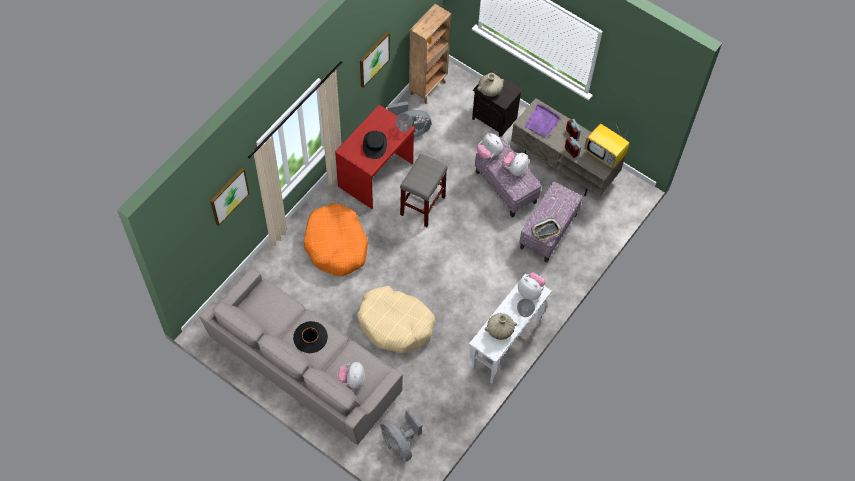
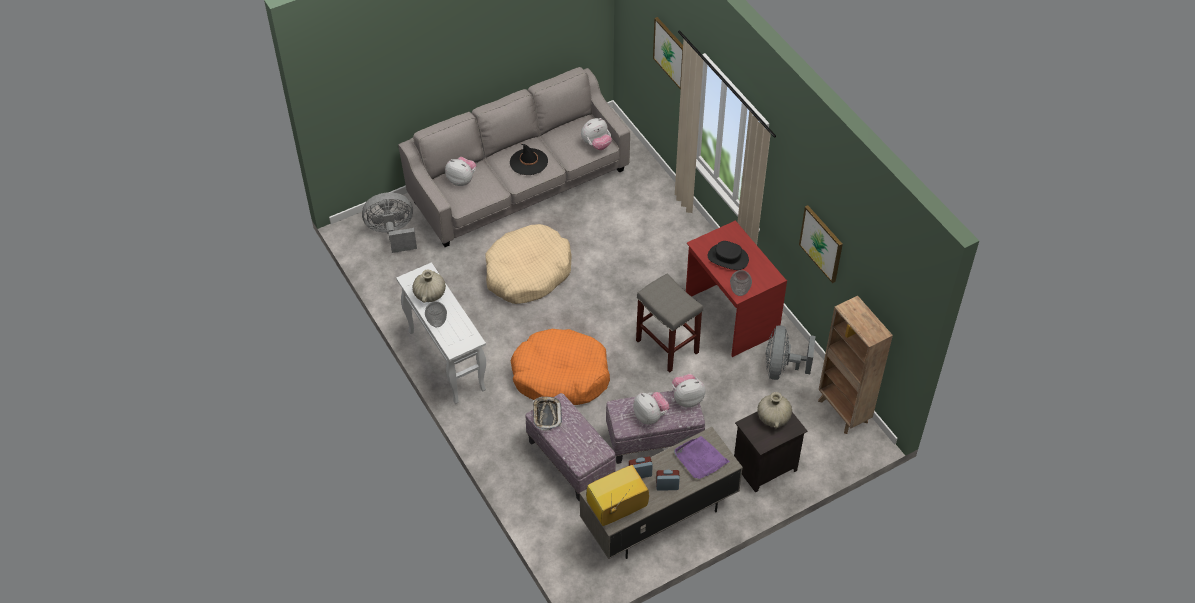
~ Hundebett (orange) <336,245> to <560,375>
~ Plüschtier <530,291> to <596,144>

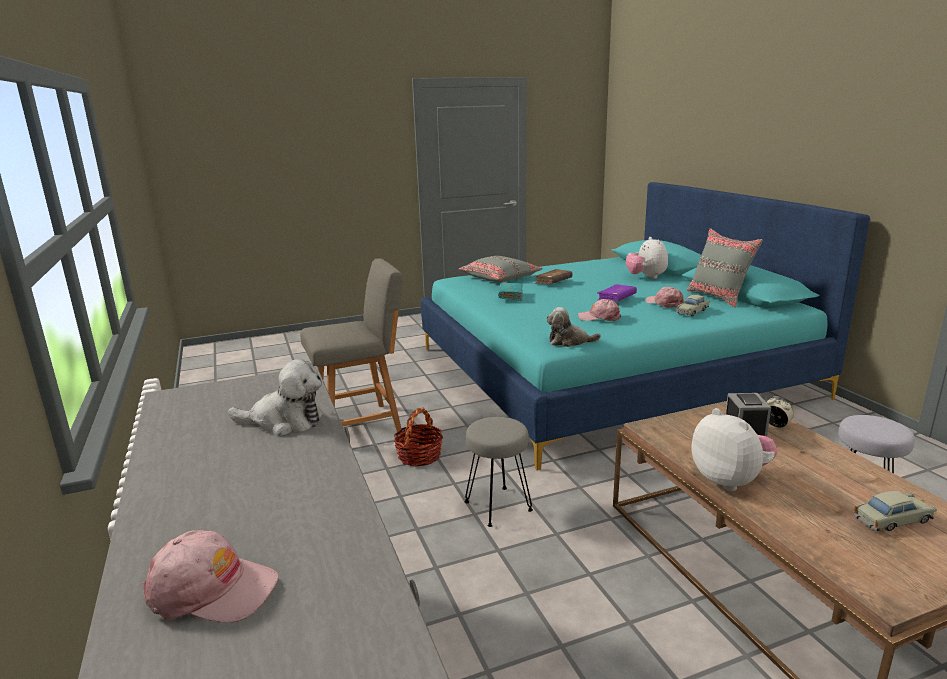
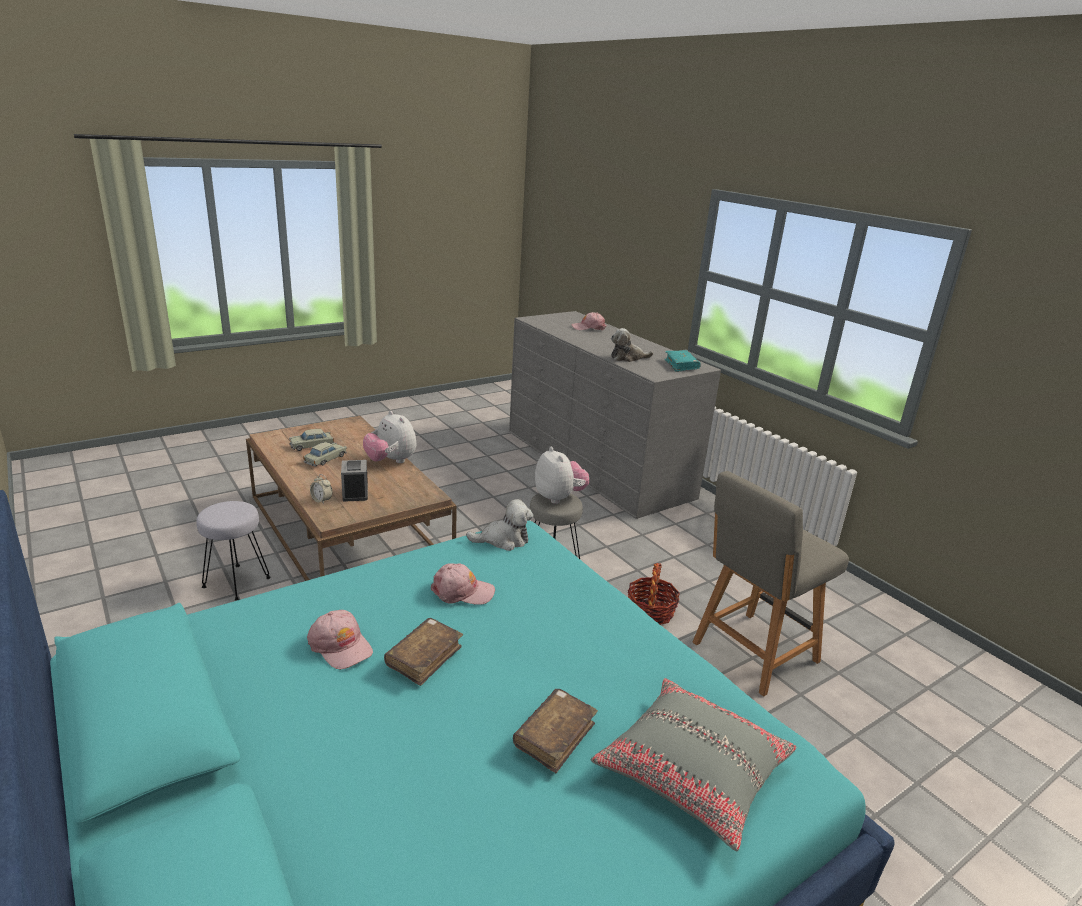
~ Spielzeugauto (beige) <692,311> to <325,459>
~ Buch (lila) <616,299> to Buch (braun) <424,657>
~ Plüschtier <646,277> to <559,498>
~ Buch (türkis) <510,296> to <681,366>
- Kissen (grau) <718,297>

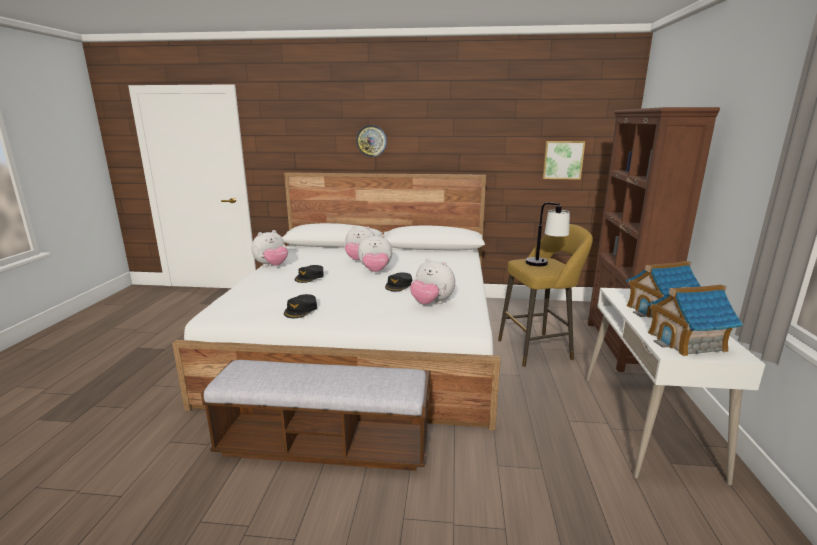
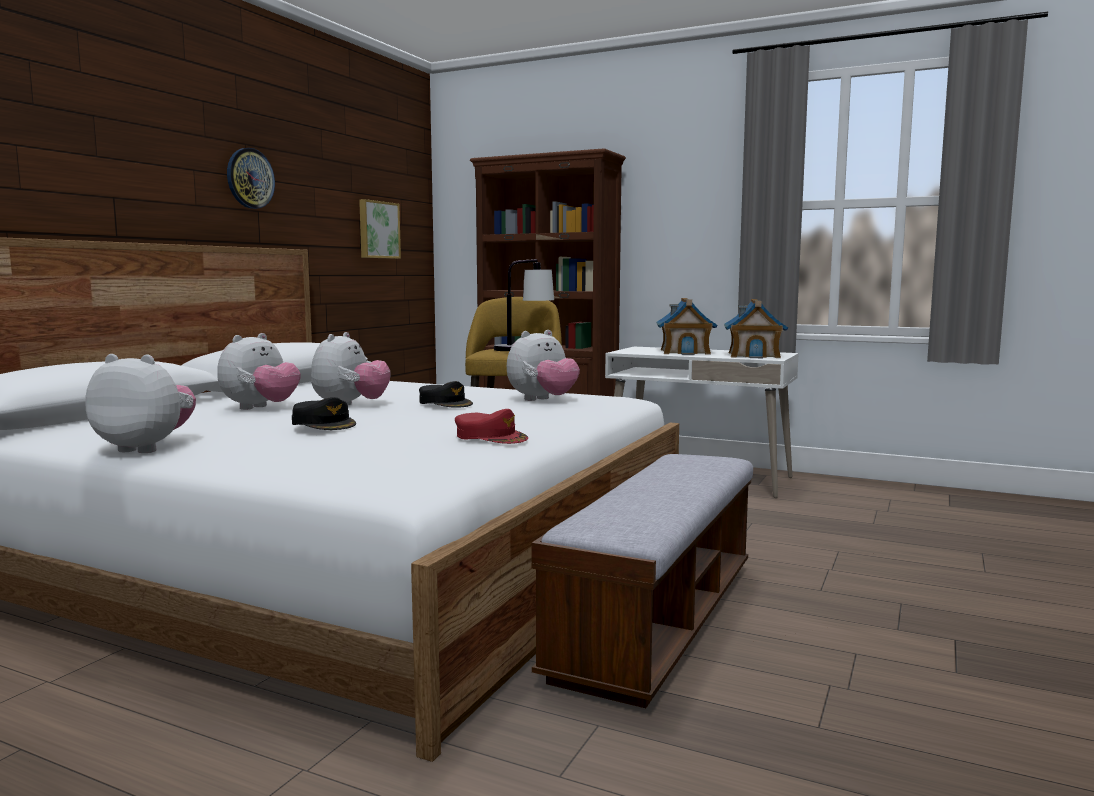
~ Plüschtier <272,266> = <146,448> 60 degrees counterclockwise
~ Wanduhr <371,141> to <250,178>
~ Kappe (schwarz) <301,310> to Kappe (rot) <491,437>

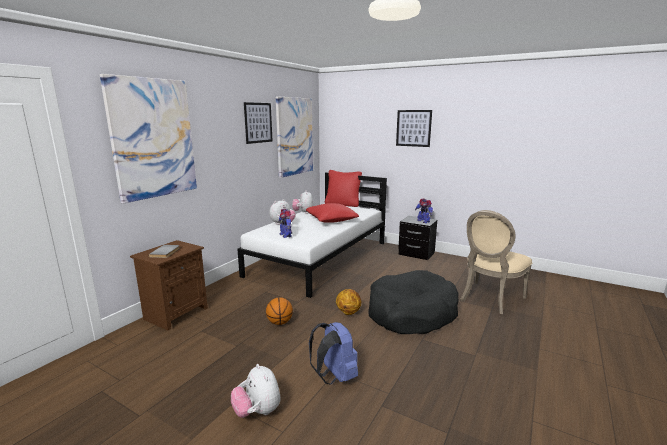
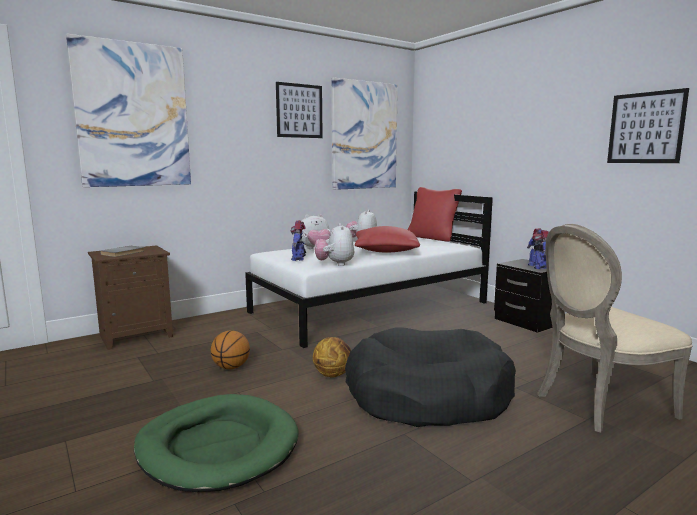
~ Rucksack (blau) <334,377> to Hundebett (grün) <218,446>
~ Plüschtier <257,412> to <335,264>
~ Bild <413,128> to <645,128>

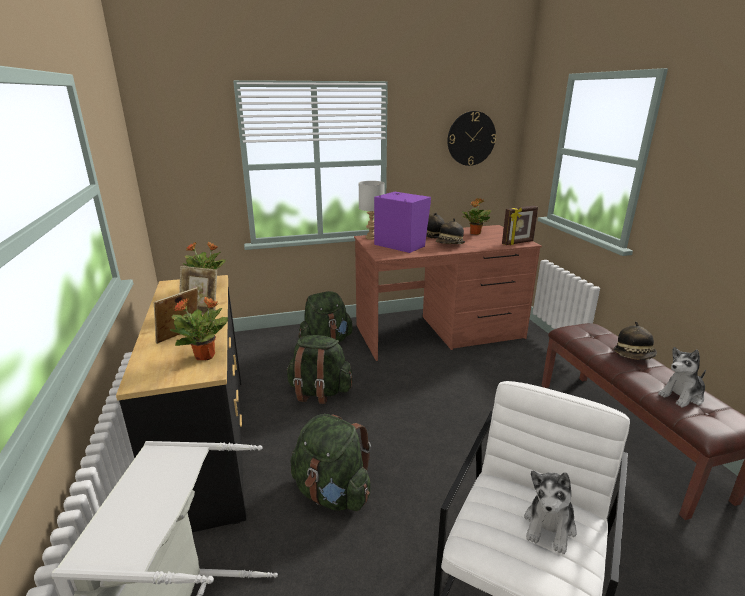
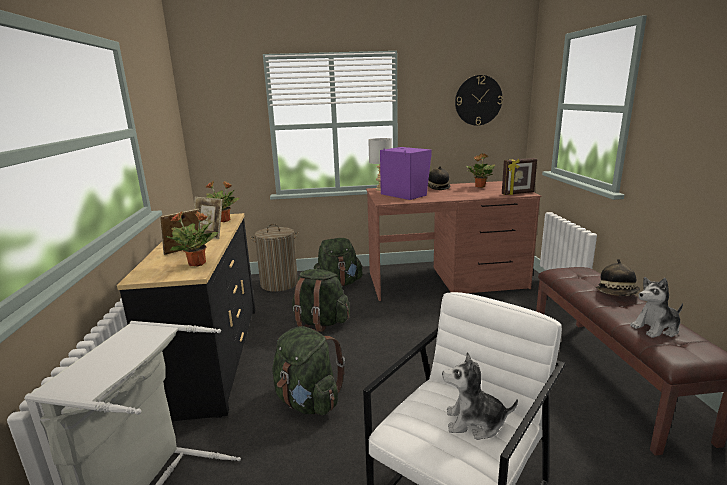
+ Wäschekorb <279,284>
~ Plüschtier <549,526> = <474,423> 60 degrees clockwise
- Hut <450,245>

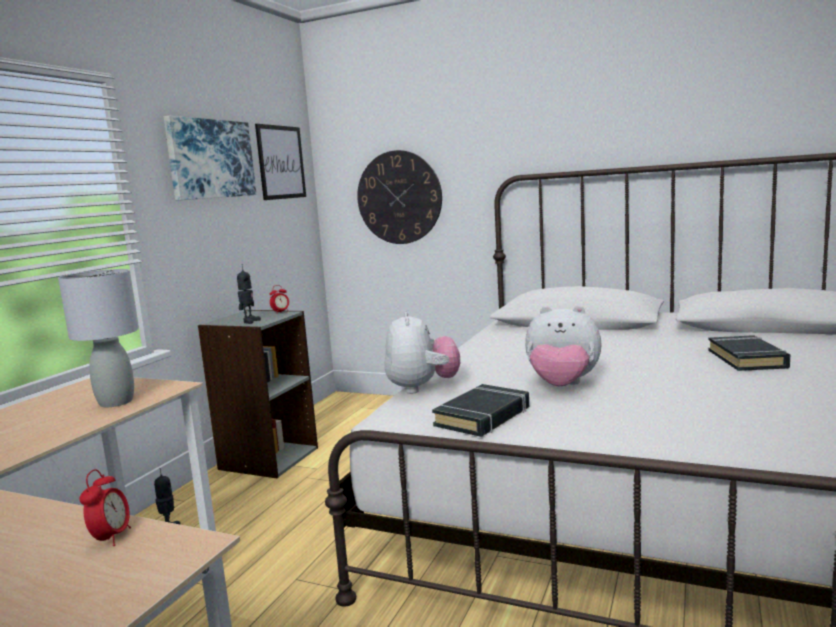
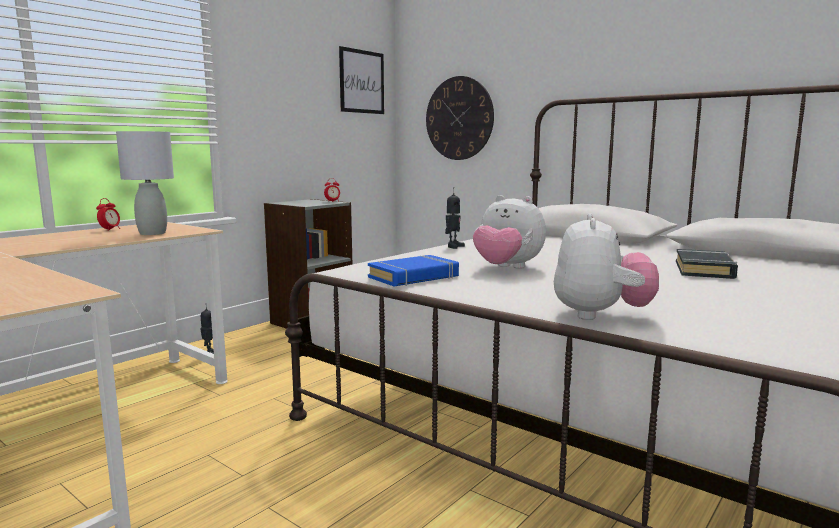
~ Wecker <111,538> to <110,230>
~ Buch (schwarz) <483,417> to Buch (blau) <414,277>
~ Spielzeugroboter <249,321> to <453,246>
~ Plüschtier <422,388> to <600,315>
- Bild <210,159>

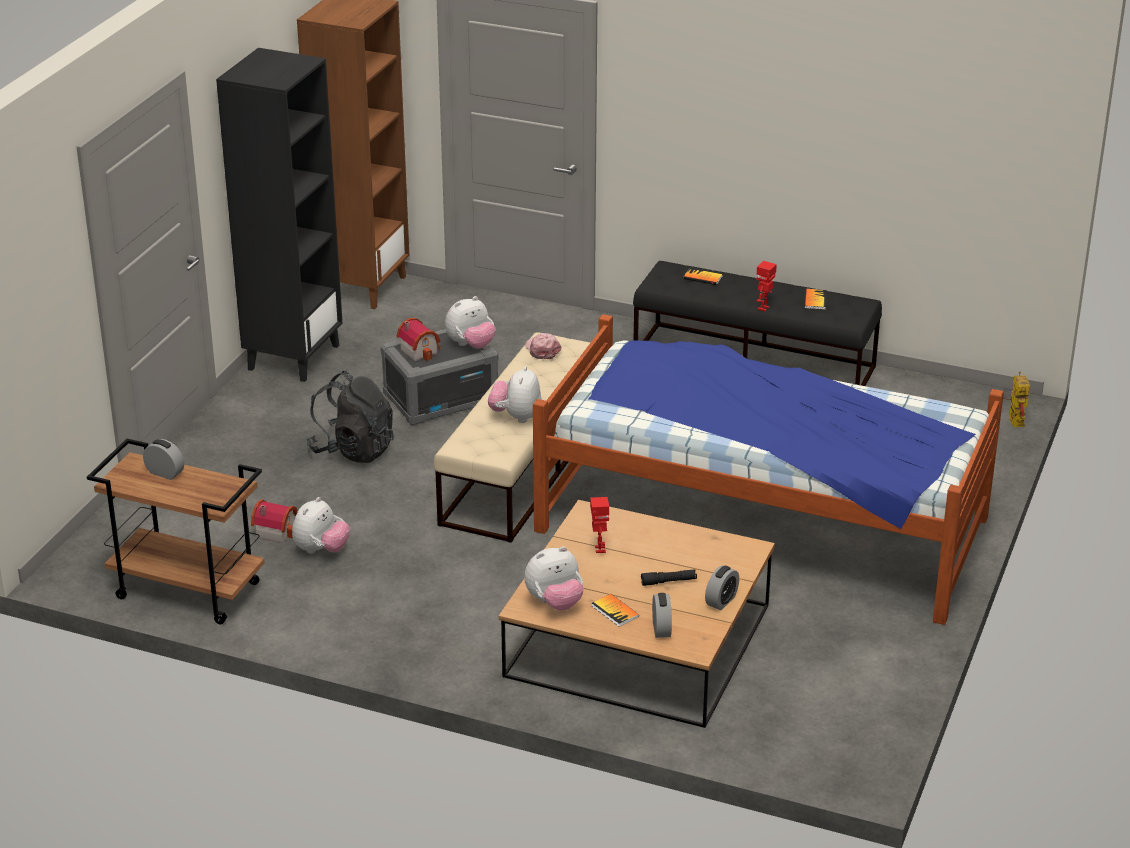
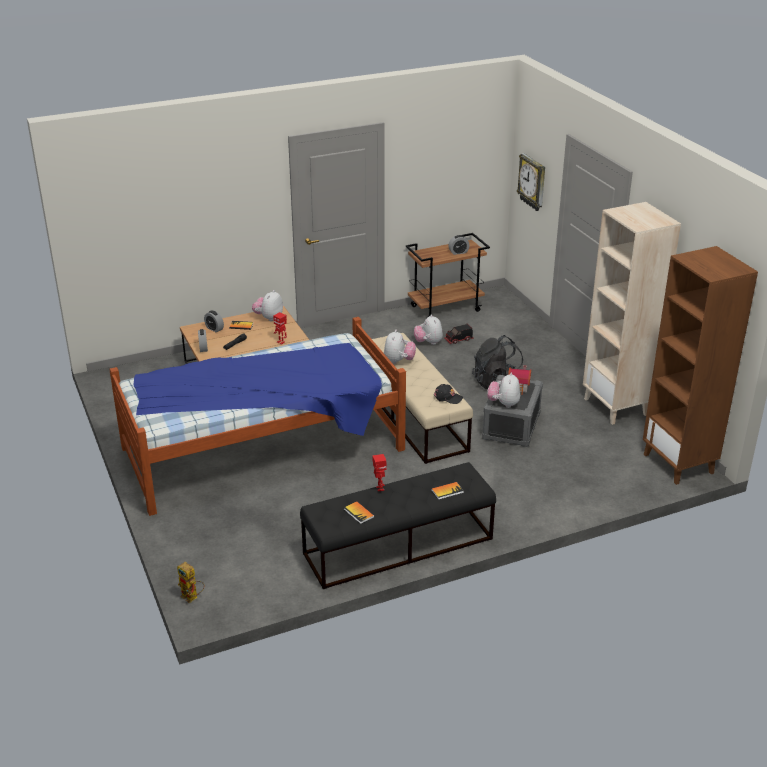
~ Plüschtier <516,417> = <399,361> 45 degrees clockwise
~ Kappe (rosa) <542,350> to Kappe (schwarz) <447,397>
~ Spielzeughaus <276,531> to Spielzeuglaster <458,340>
+ Wanduhr <532,182>
~ Bücherregal (schwarz) <293,357> to Bücherregal (beige) <616,407>

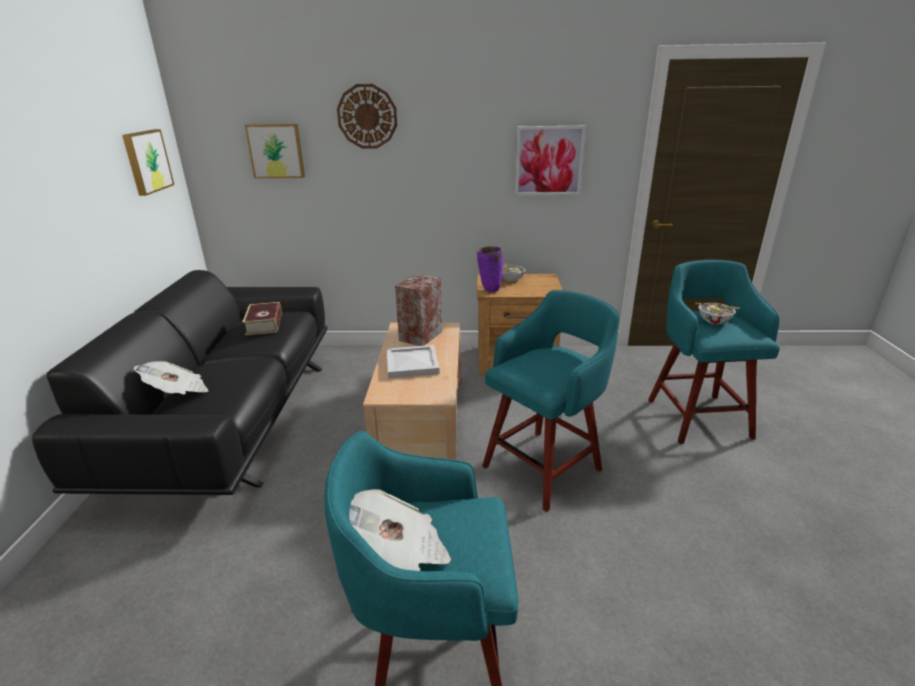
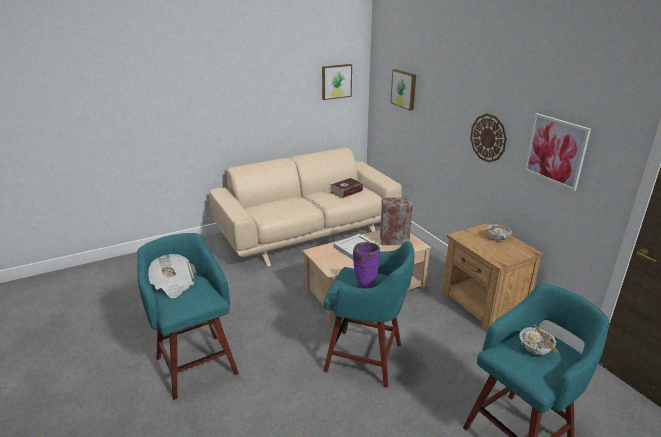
~ Sofa (schwarz) <230,417> to Sofa (beige) <308,232>
~ Vase (lila) <489,290> to <365,284>
~ Wanduhr <367,116> to <488,138>
- Zeitung <177,392>

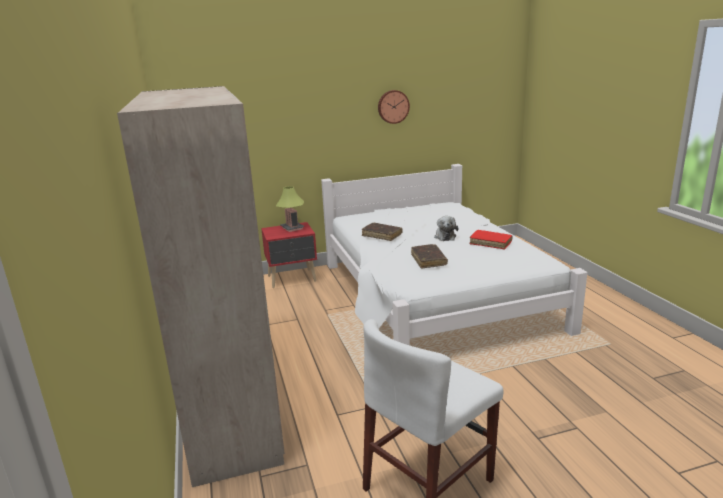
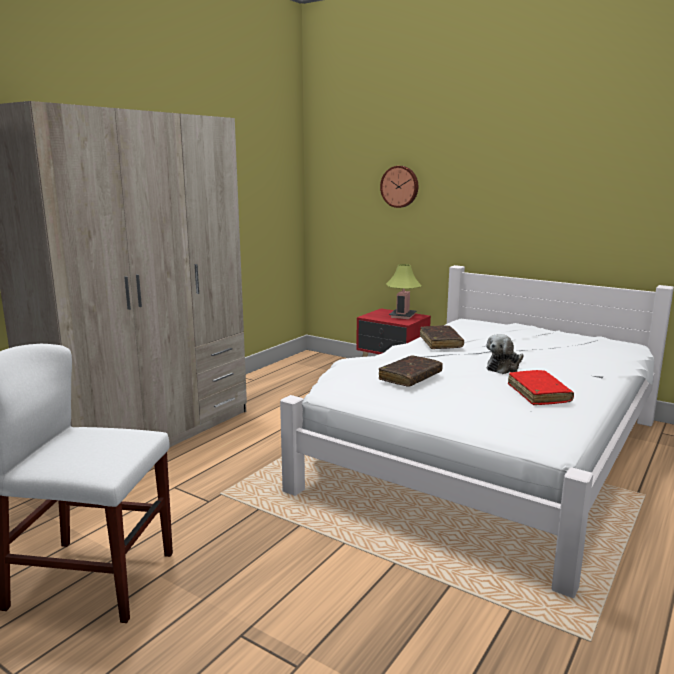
~ Wanduhr <393,106> to <400,186>

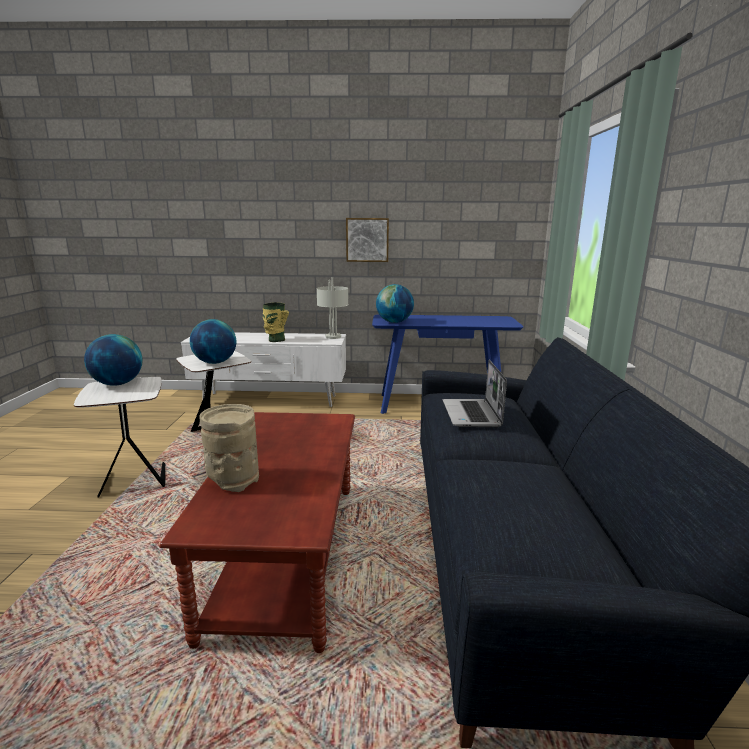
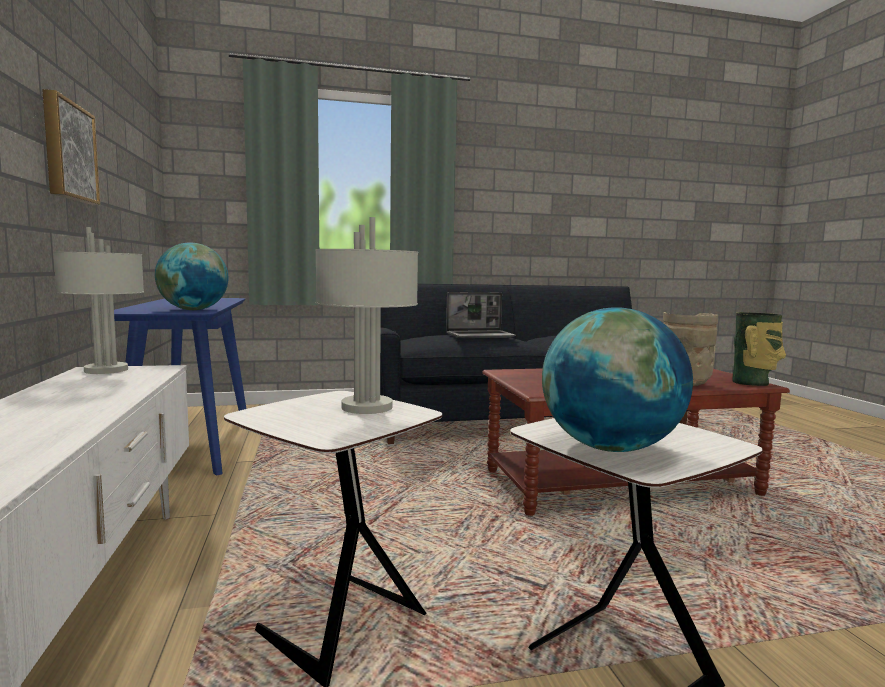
~ Globus <215,362> to Tischlampe (grau) <367,407>
~ Vase <275,340> to <752,383>

